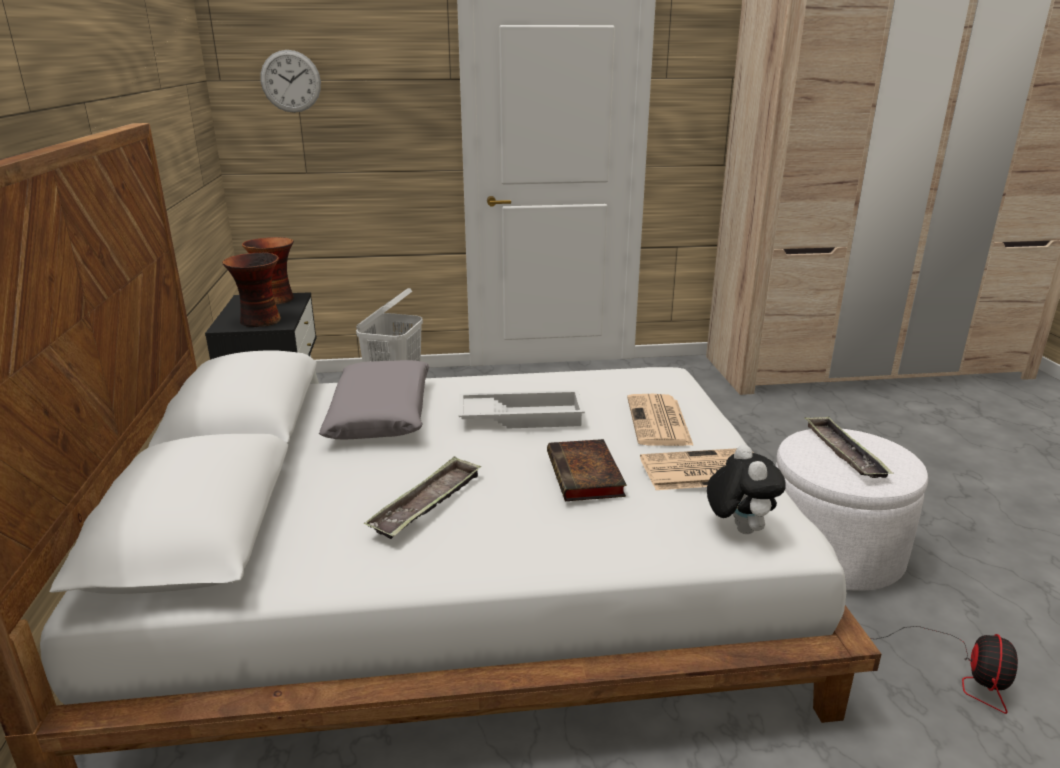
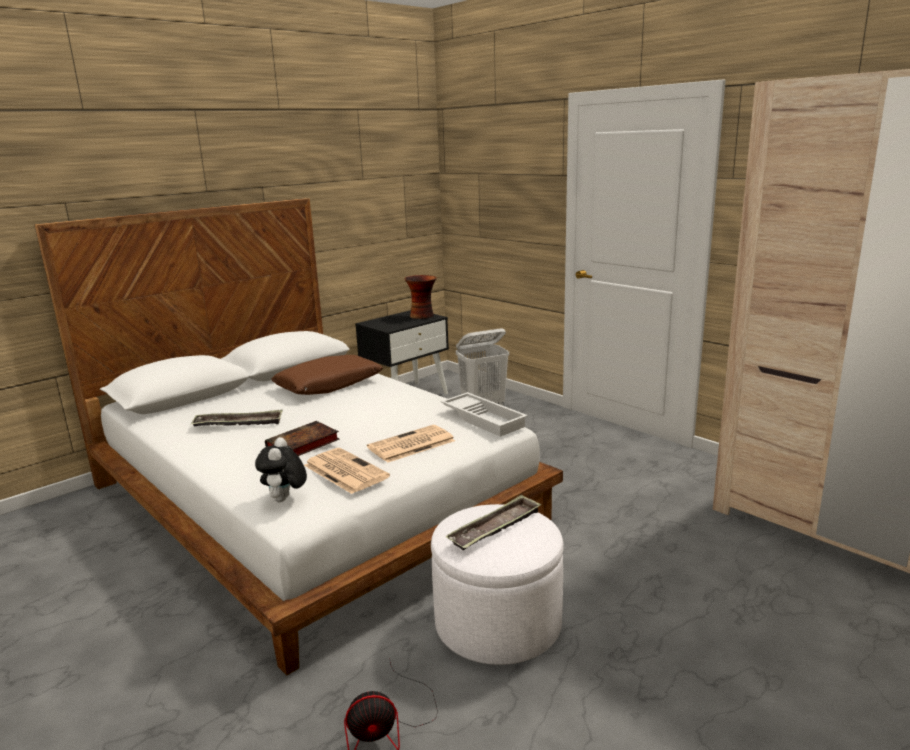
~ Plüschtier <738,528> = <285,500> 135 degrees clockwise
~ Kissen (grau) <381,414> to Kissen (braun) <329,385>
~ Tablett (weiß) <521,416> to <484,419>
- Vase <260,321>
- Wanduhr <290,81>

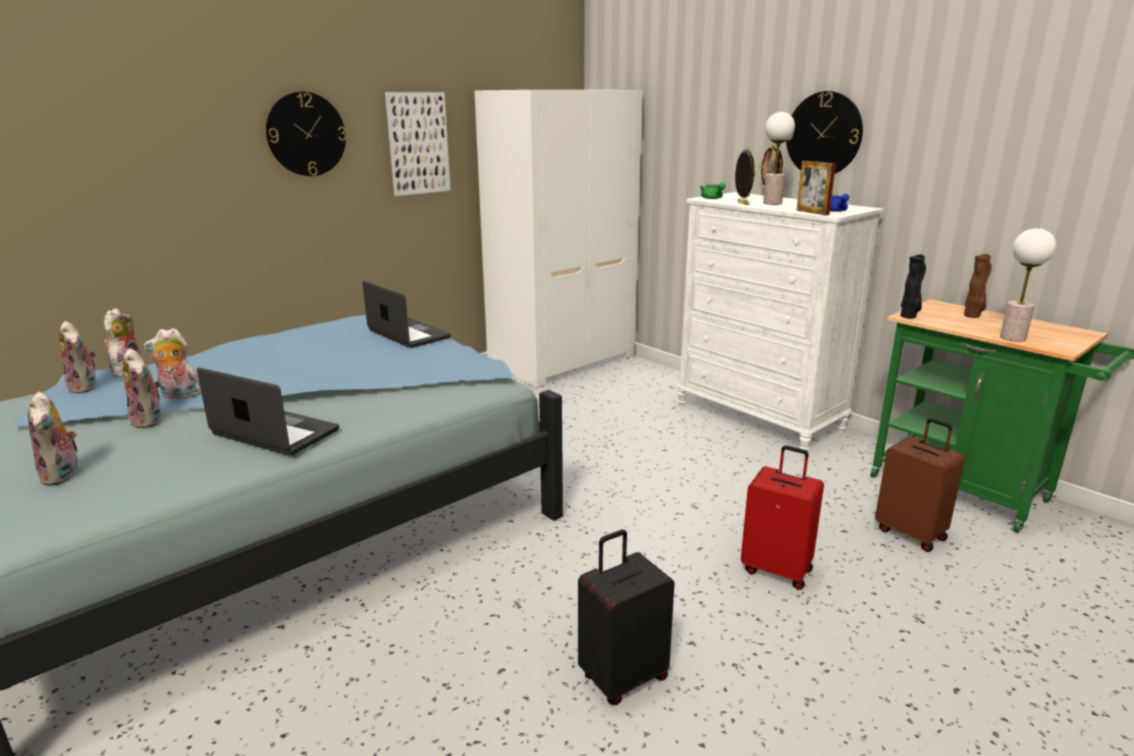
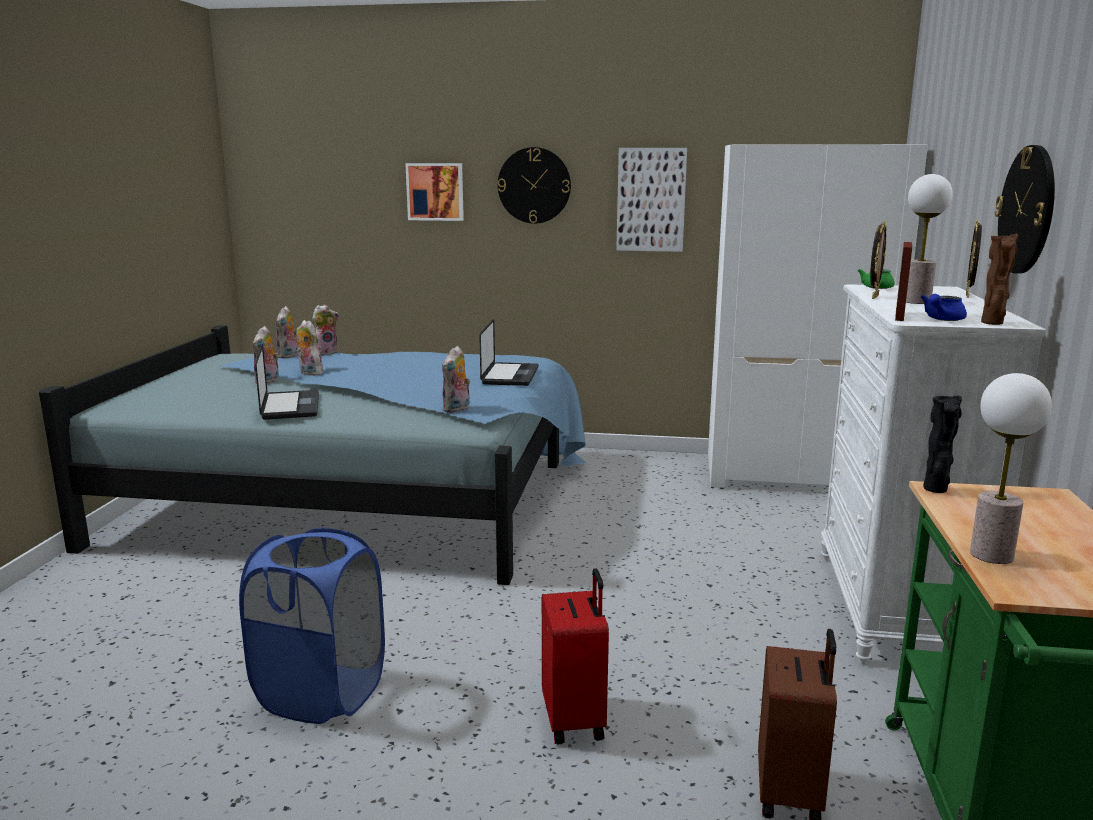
~ Koffer (schwarz) <622,676> to Wäschekorb (blau) <321,693>
+ Bild <435,191>
~ Plüschtier <63,476> to <457,409>
~ Vase (braun) <972,316> to <992,323>

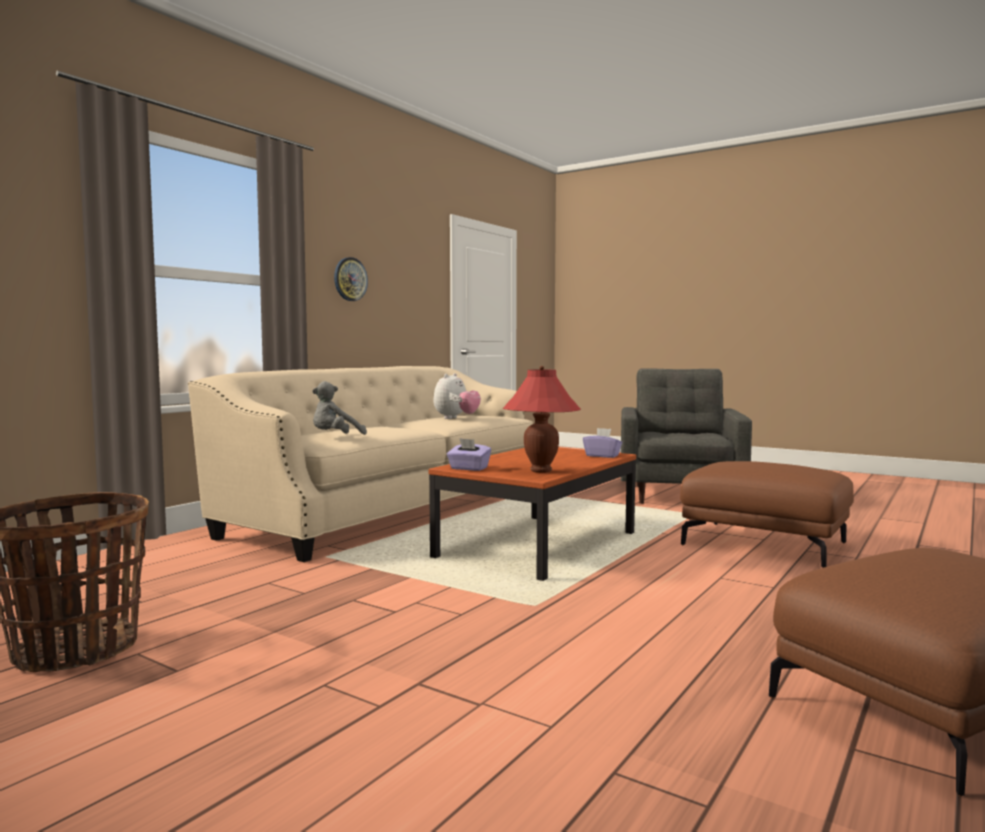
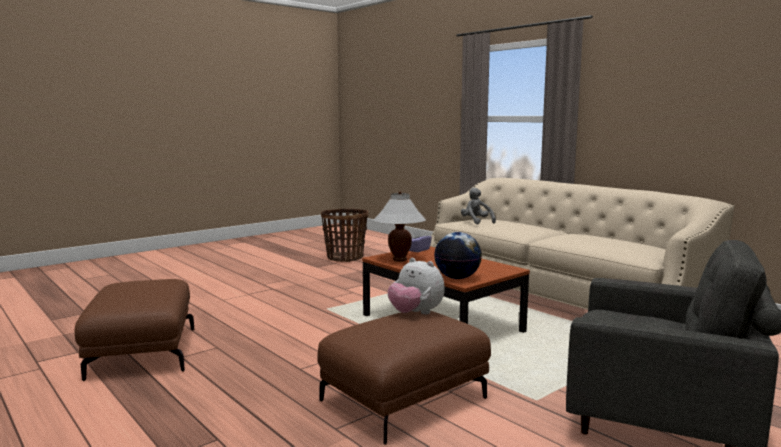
~ Tischlampe (rot) <540,471> to Tischlampe (weiß) <400,260>
~ Plüschtier <456,418> to <415,313>
~ Taschentuchbox (lila) <602,456> to Globus <457,278>
- Wanduhr <350,279>

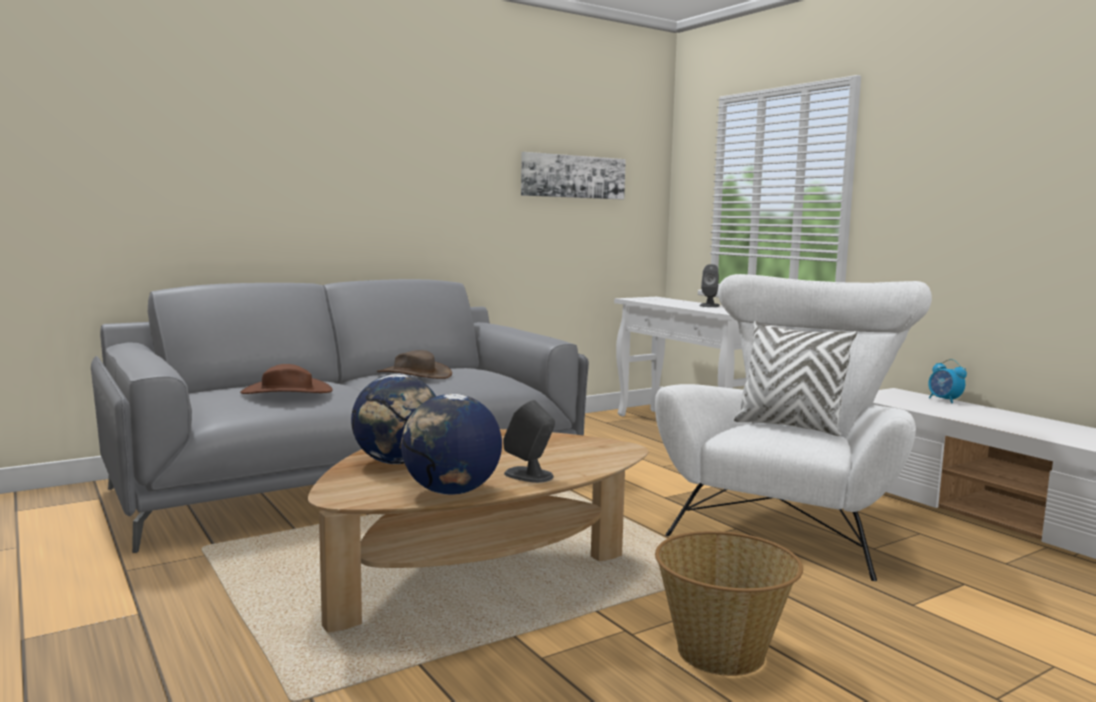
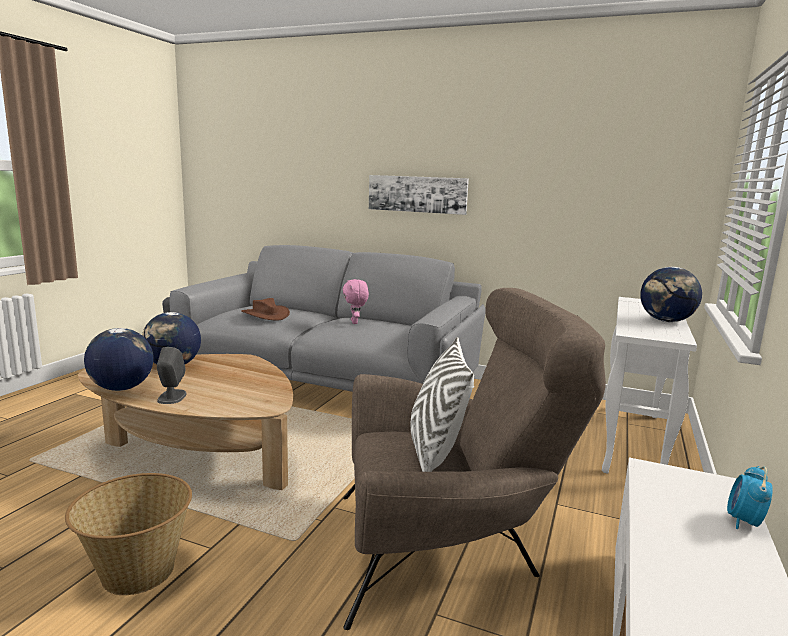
~ Hut (braun) <414,374> to Plüschtier (rosa) <355,322>
~ Sessel (weiß) <788,521> to Sessel (braun) <450,547>
~ Bild <573,176> to <417,194>
~ Lautsprecher (grau) <709,305> to Globus <666,321>

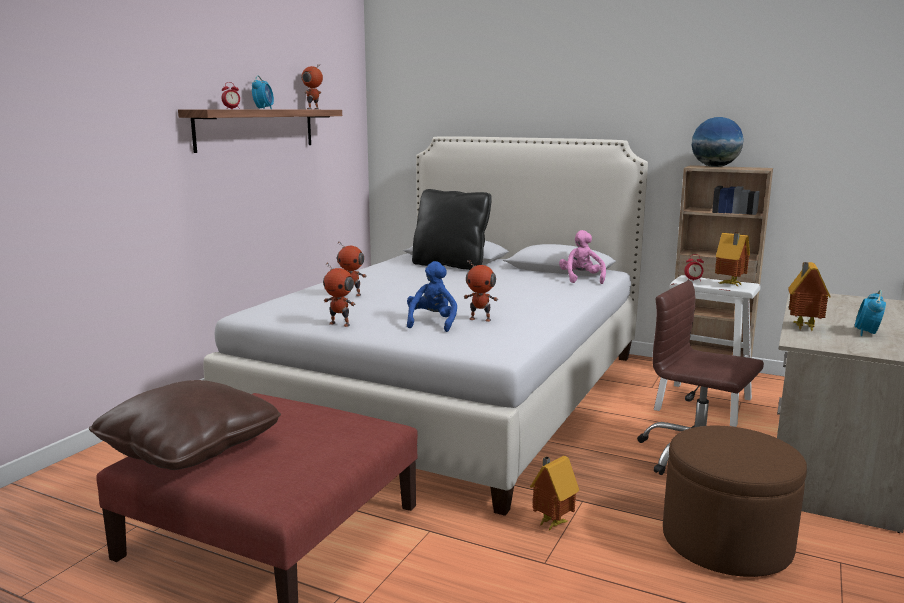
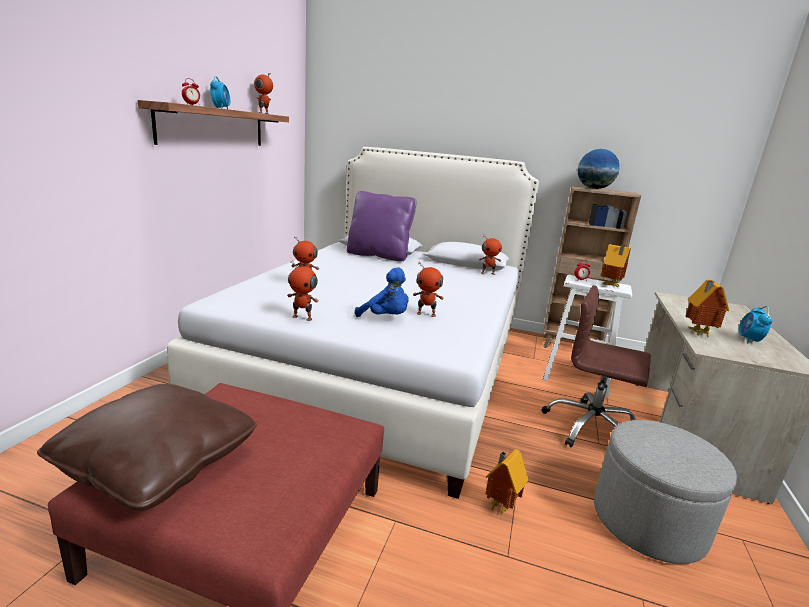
~ Kissen (schwarz) <450,265> to Kissen (lila) <378,255>
~ Plüschtier (blau) <432,323> = <386,318> 120 degrees clockwise
~ Plüschtier (rosa) <581,279> to Spielzeugroboter <487,273>
~ Polsterhocker (braun) <726,542> to Polsterhocker (grau) <648,521>

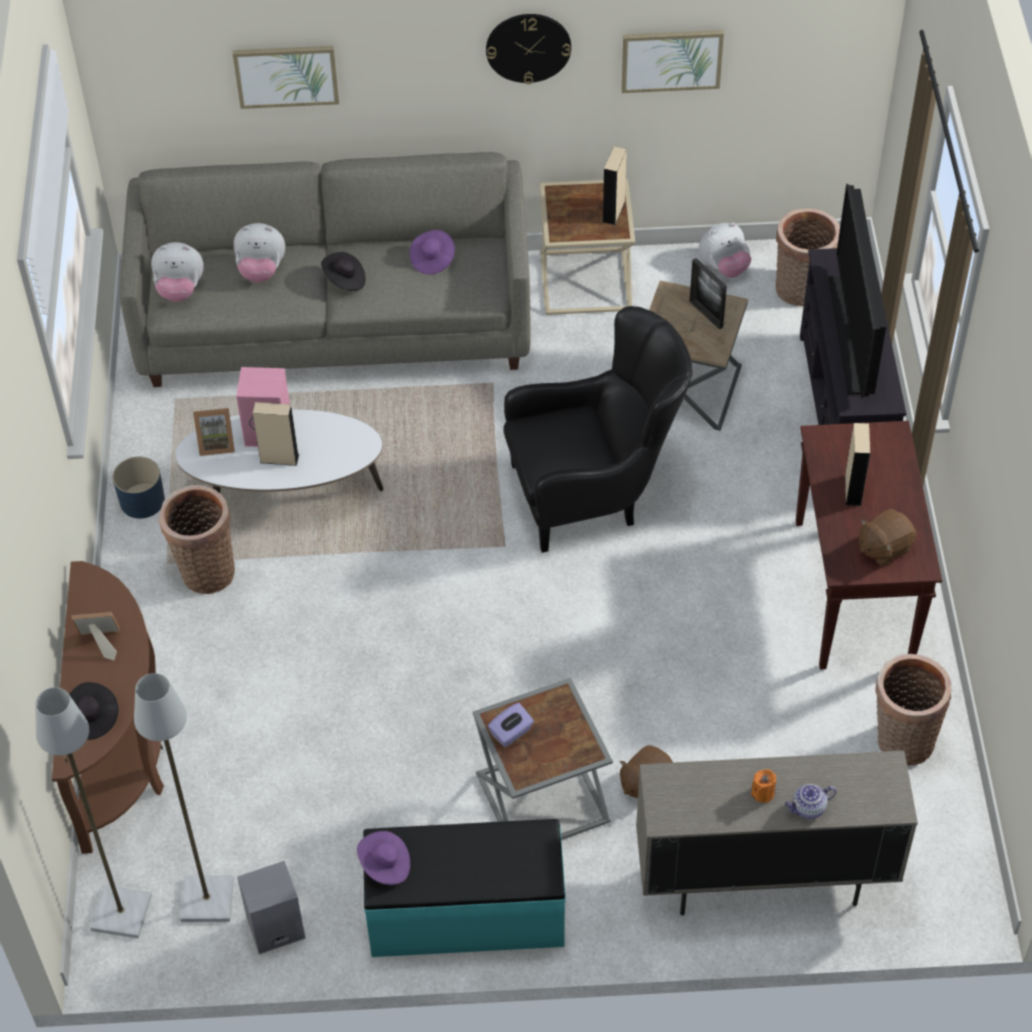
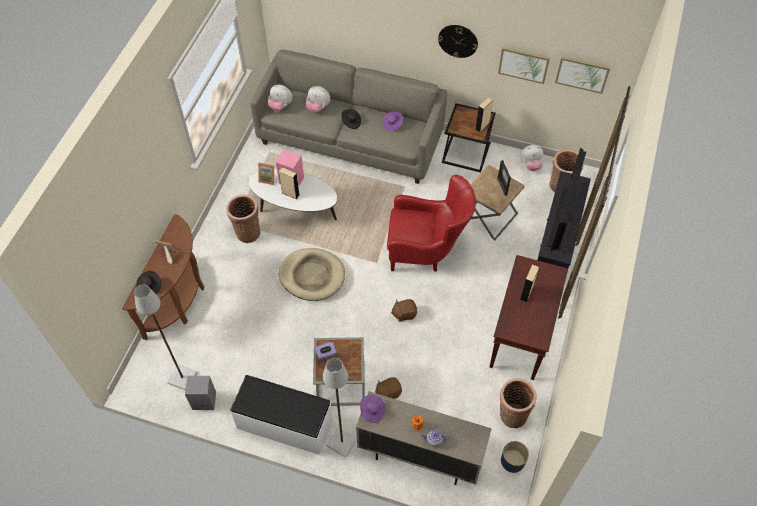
~ Bank (türkis) <466,915> to Bank (weiß) <284,424>
+ Hundebett (beige) <312,276>
~ Stehlampe (grau) <120,914> to <341,442>
~ Hut (lila) <385,865> to <372,411>
~ Sessel (schwarz) <594,493> to Sessel (rot) <426,251>
~ Plüschtier (braun) <883,548> to <404,313>
~ Beistelltisch (beige) <587,280> to Beistelltisch (schwarz) <467,152>
~ Pflanzkübel (blau) <142,501> to <512,461>
~ Bild <286,75> to <582,74>

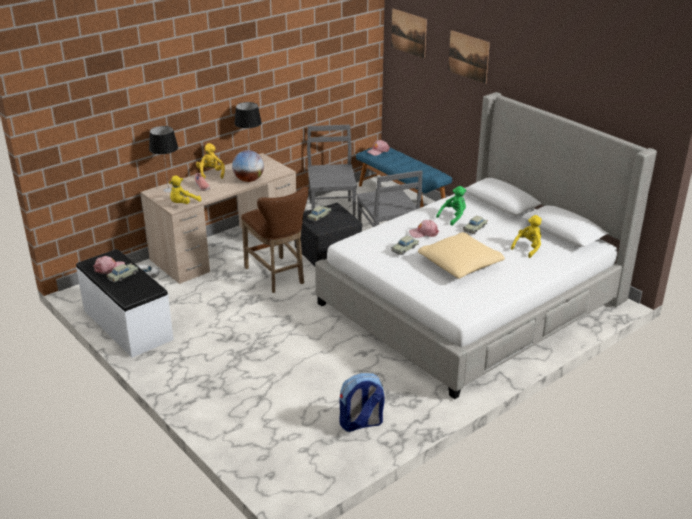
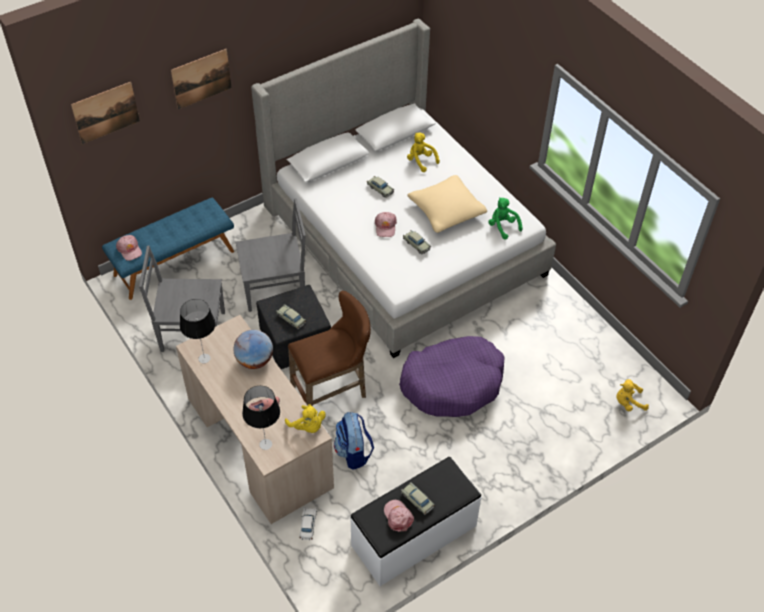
~ Rucksack <361,424> to <353,452>
+ Hundebett (lila) <452,383>
~ Plüschtier (grün) <453,217> to <502,226>
~ Plüschtier (gelb) <211,174> to <628,403>

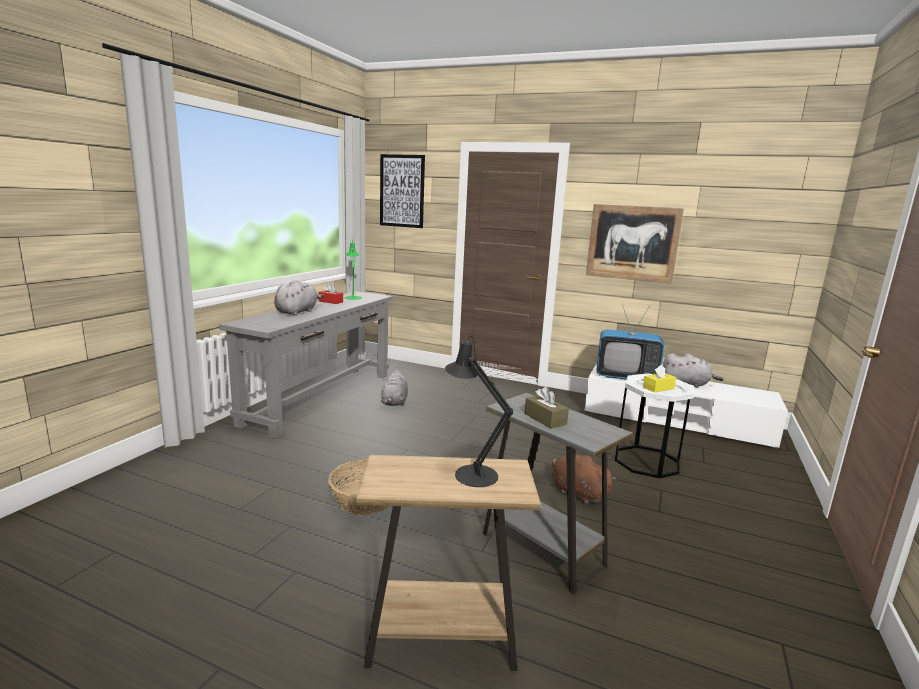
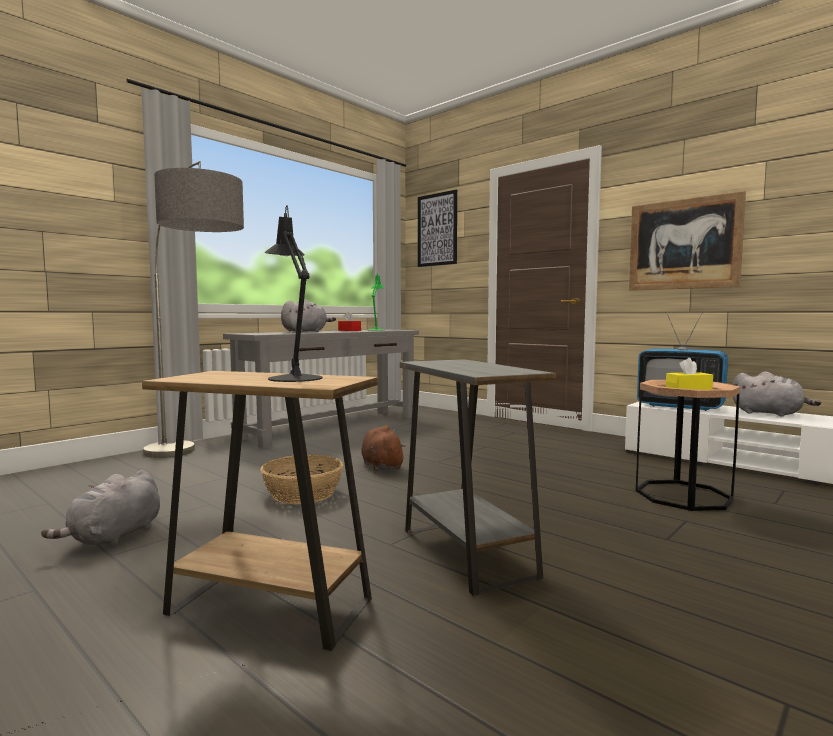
~ Plüschtier (grau) <394,402> to <114,537>
+ Stehlampe <196,462>
~ Plüschtier (braun) <577,493> to <381,466>
~ Beistelltisch (weiß) <646,461> to Beistelltisch (braun) <683,495>
- Taschentuchbox (braun) <545,419>

